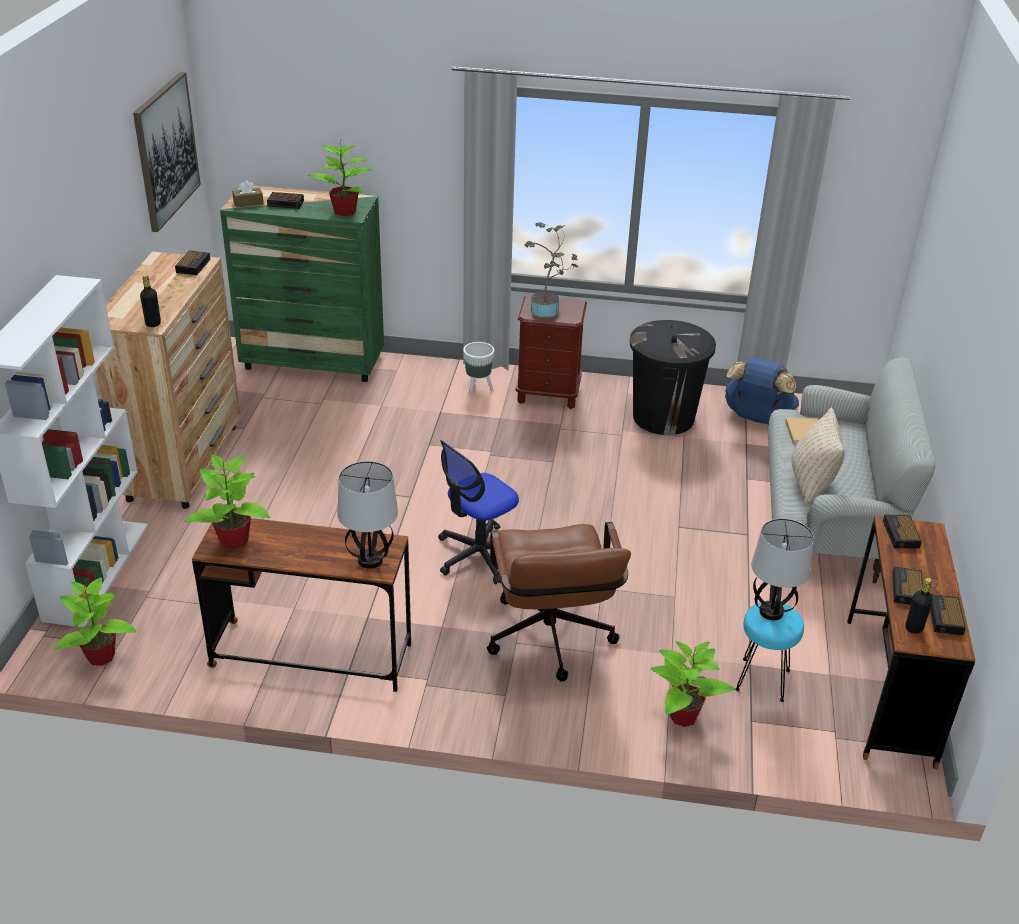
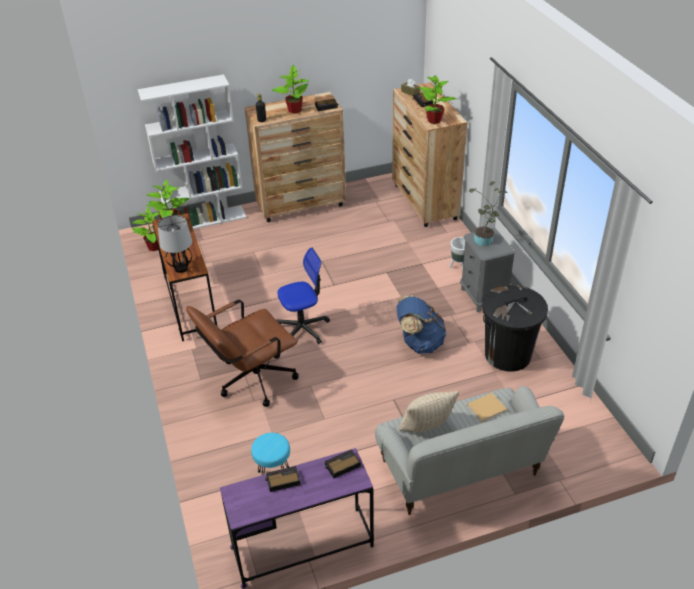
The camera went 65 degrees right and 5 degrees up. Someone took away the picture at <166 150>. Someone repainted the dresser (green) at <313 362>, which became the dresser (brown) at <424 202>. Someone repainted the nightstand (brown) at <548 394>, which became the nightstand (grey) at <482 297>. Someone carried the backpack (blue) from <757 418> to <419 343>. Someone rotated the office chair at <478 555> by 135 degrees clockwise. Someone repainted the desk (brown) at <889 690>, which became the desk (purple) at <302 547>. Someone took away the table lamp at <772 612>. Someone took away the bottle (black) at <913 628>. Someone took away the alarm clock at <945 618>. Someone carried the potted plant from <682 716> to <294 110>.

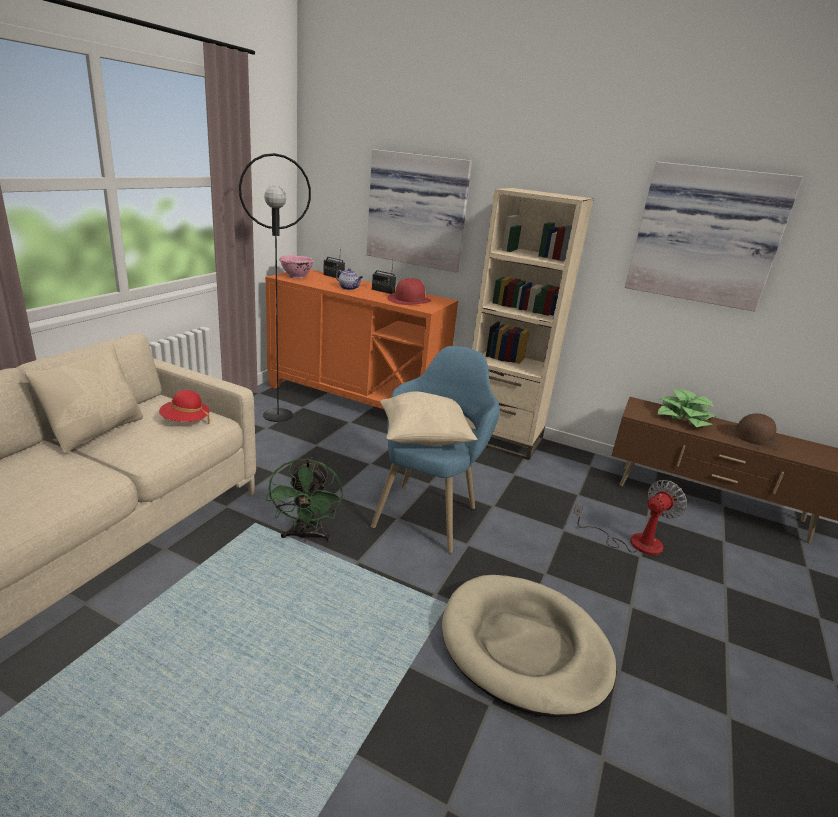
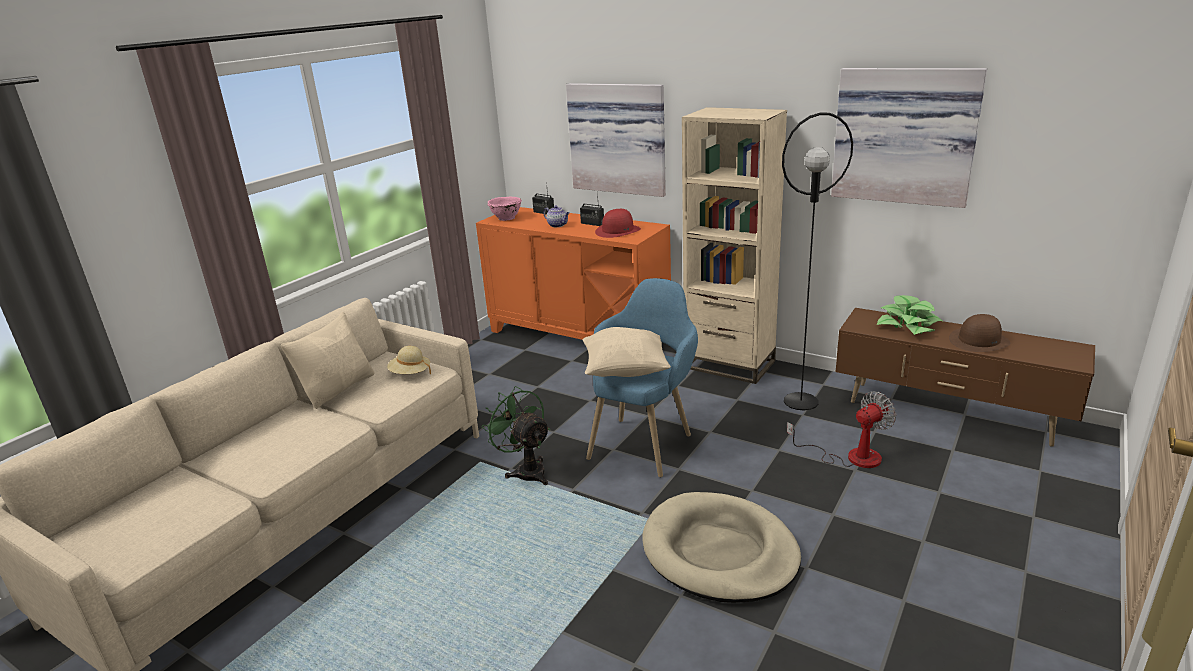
The camera went 10 degrees right and 0 degrees up. Someone carried the floor lamp (black) from <278 415> to <801 401>. Someone repainted the hat (red) at <185 421>, which became the hat (beige) at <410 374>. Someone rotated the fan (green) at <306 536> by 135 degrees clockwise.

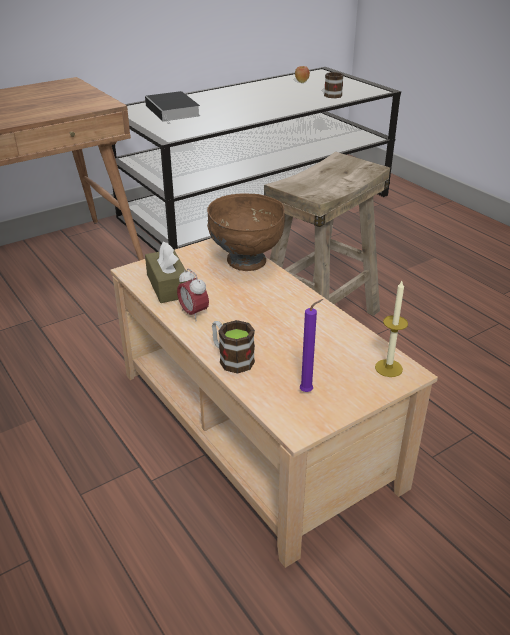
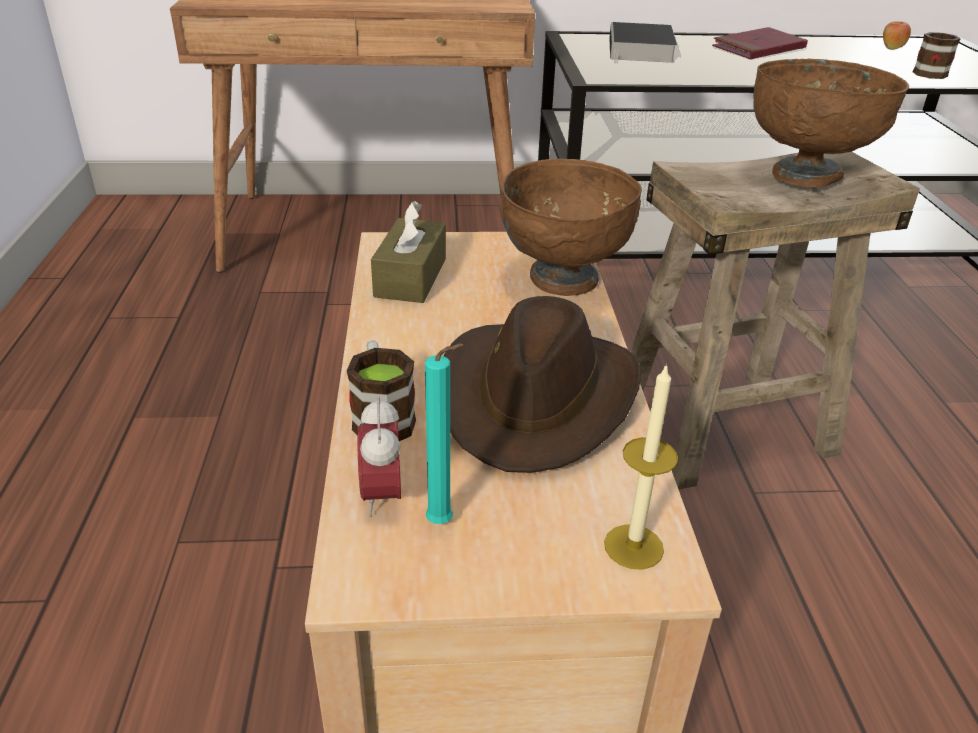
The camera went 30 degrees right and 0 degrees up. Someone carried the alarm clock from <193 313> to <382 496>. Someone repainted the candle (purple) at <308 391>, which became the candle (turquoise) at <443 524>. Someone put down the book (red) at <758 49>. Someone put down the bowl (brown) at <806 175>. Someone put down the hat (brown) at <538 397>.

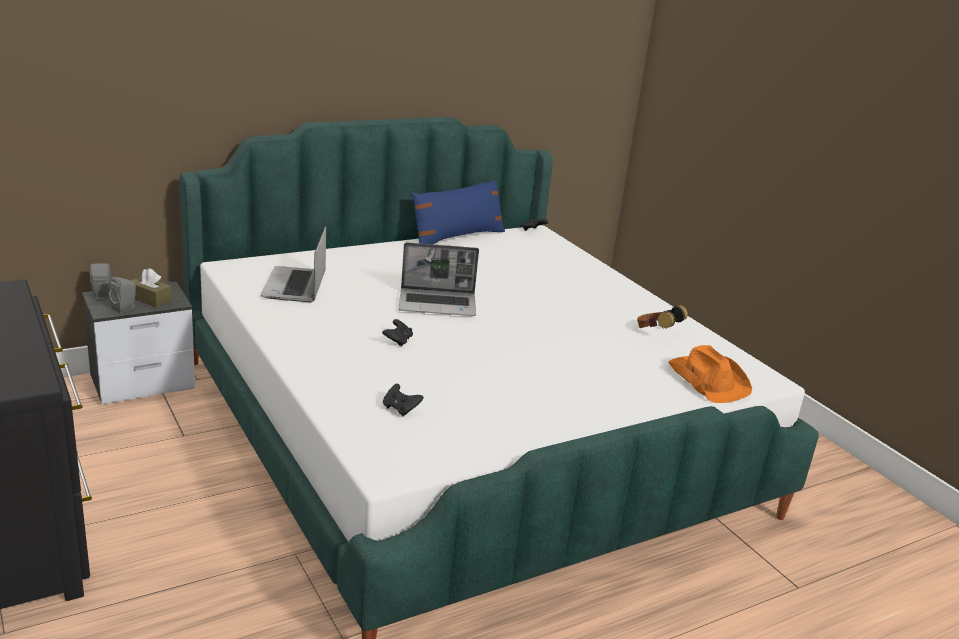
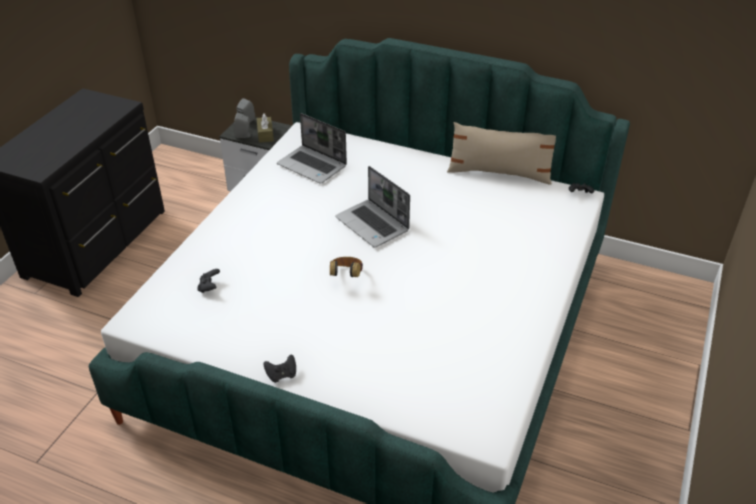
The camera went 55 degrees right and 15 degrees up. Someone repainted the pillow (blue) at <457 237>, which became the pillow (beige) at <499 173>. Someone rotated the laptop at <295 286> by 105 degrees counterclockwise. Someone carried the headphones from <656 332> to <346 276>. Someone carried the game controller (black) from <398 341> to <281 375>. Someone took away the hat (orange) at <708 380>.

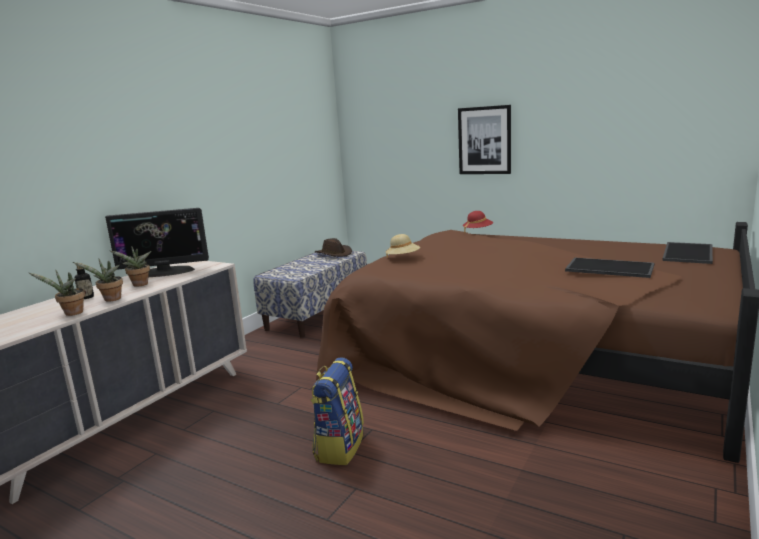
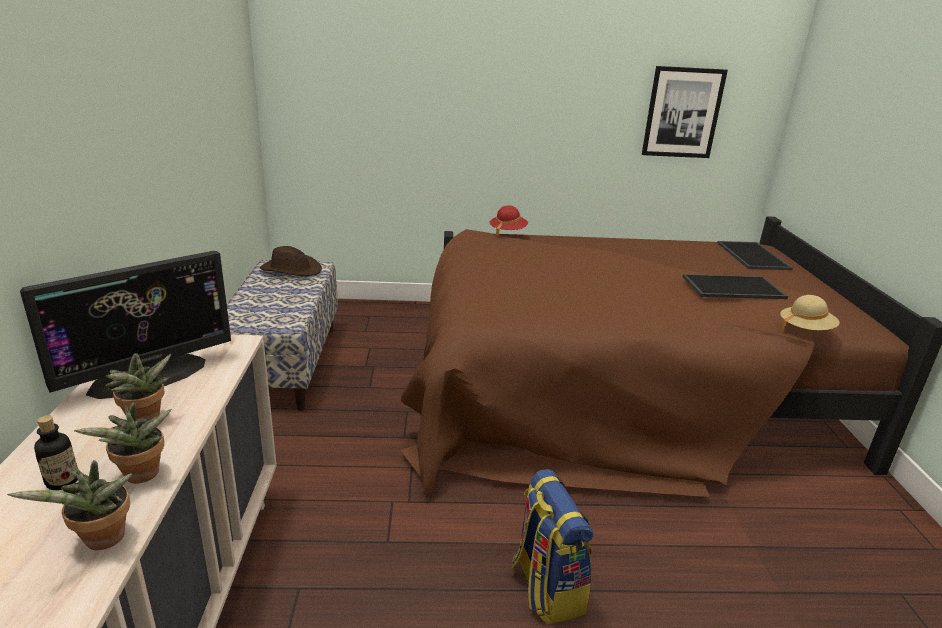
The camera went 35 degrees left and 10 degrees up. Someone carried the picture from <484 140> to <682 113>. Someone carried the hat (beige) from <403 258> to <805 329>.

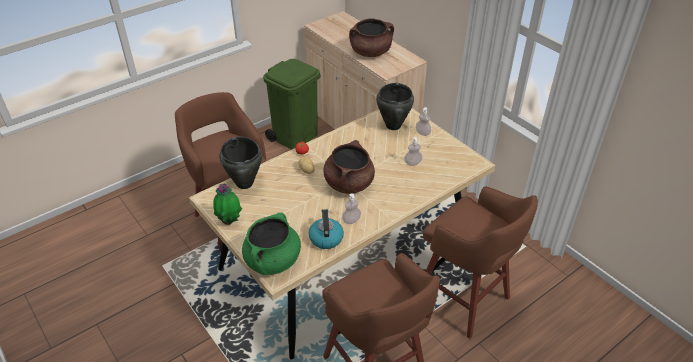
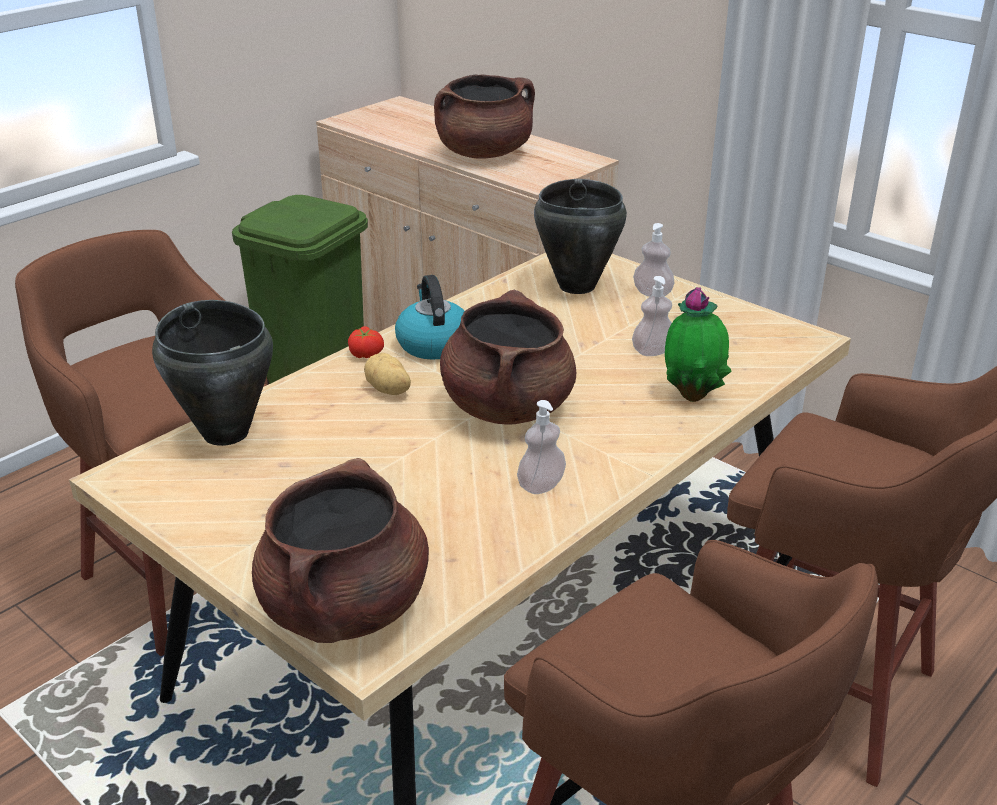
The camera went 10 degrees left and 10 degrees down. Someone carried the potted plant from <229 221> to <692 396>. Someone carried the kettle from <326 238> to <433 344>. Someone repainted the cooking pot (green) at <273 261>, which became the cooking pot (brown) at <345 609>.

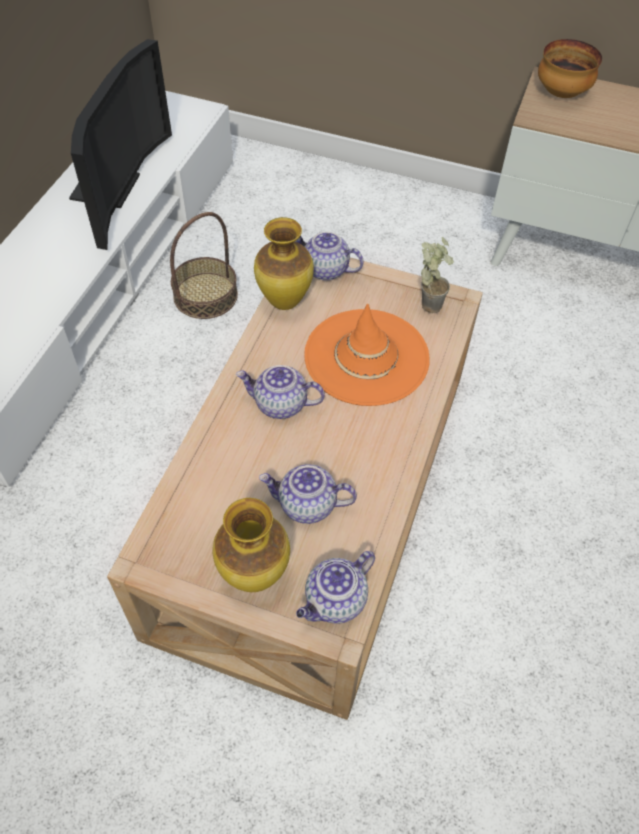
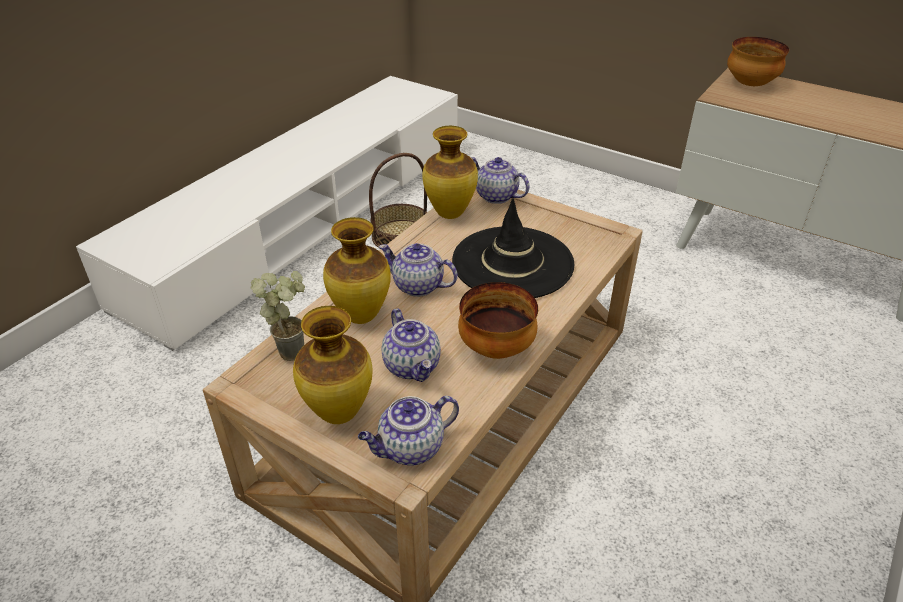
The camera went 15 degrees right and 15 degrees down. Someone took away the television at <115 189>. Someone carried the potted plant from <429 301> to <293 348>. Someone repainted the hat (orange) at <366 357>, which became the hat (black) at <512 263>. Someone rotated the teapot at <306 505> by 135 degrees counterclockwise. Someone put down the vase at <360 317>. Someone put down the bowl at <497 349>.

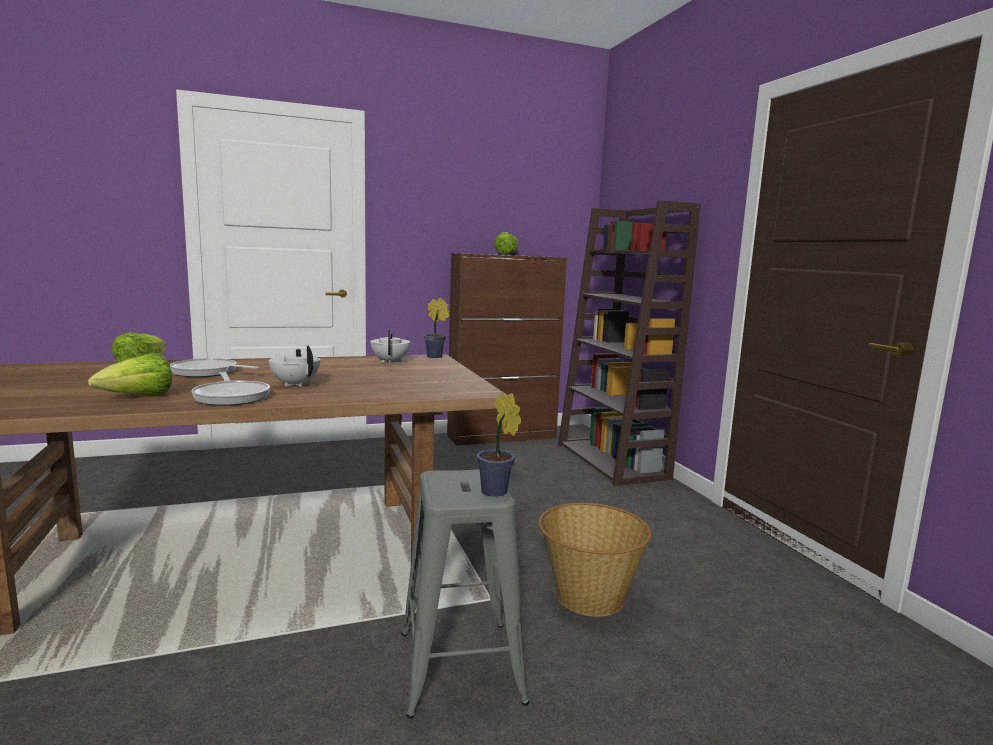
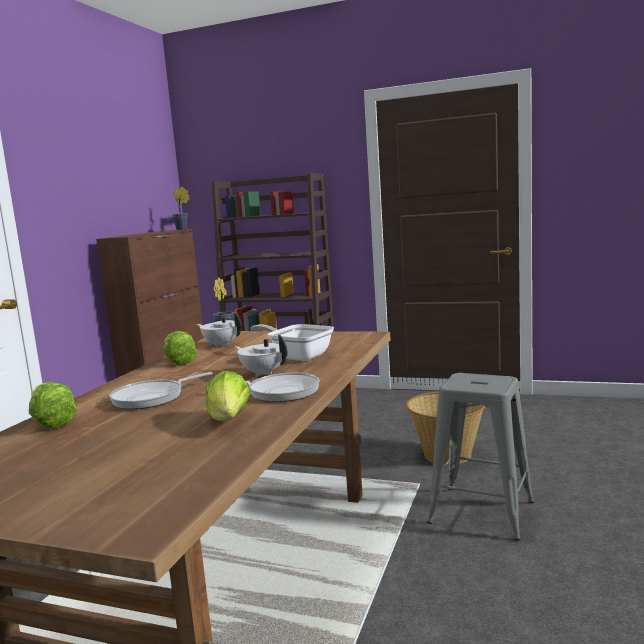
The camera went 50 degrees left and 0 degrees up. Someone carried the lettuce from <507 254> to <178 361>. Someone rotated the teapot (white) at <295 384> by 45 degrees clockwise. Someone carried the potted plant from <496 493> to <183 229>. Someone put down the frying pan at <297 356>.

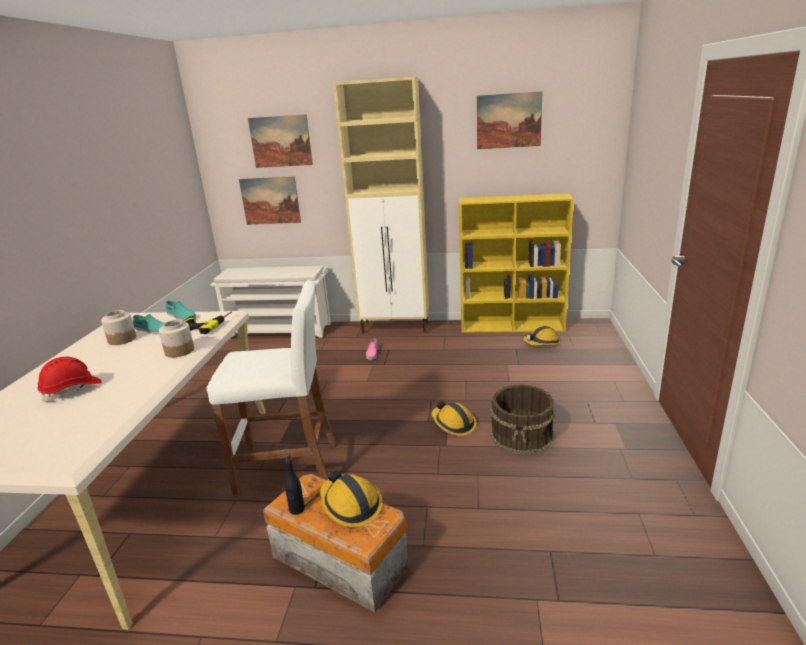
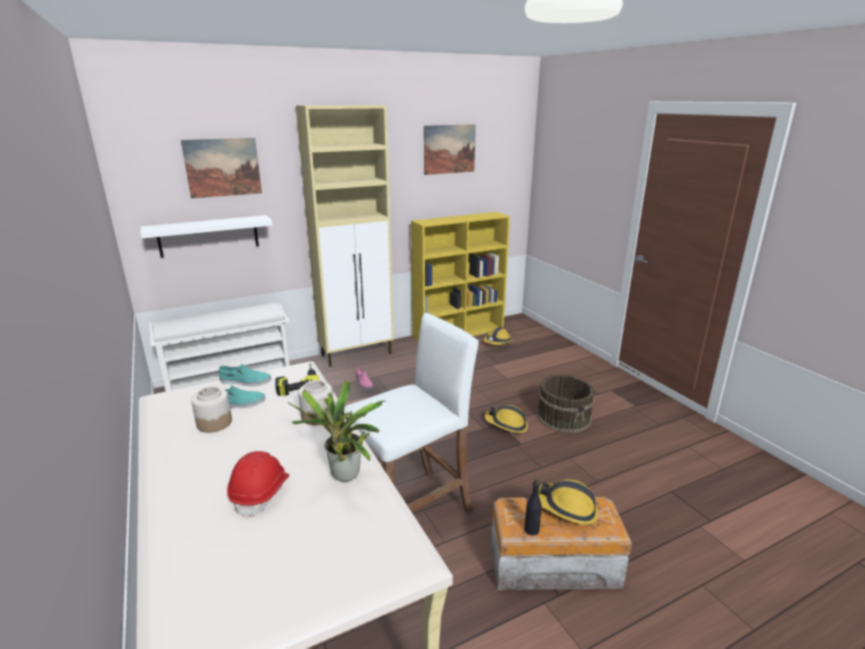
The camera went 35 degrees left and 0 degrees up. Someone swapped the picture at <270 200> for the shelf (white) at <209 236>. Someone put down the potted plant at <345 477>.

